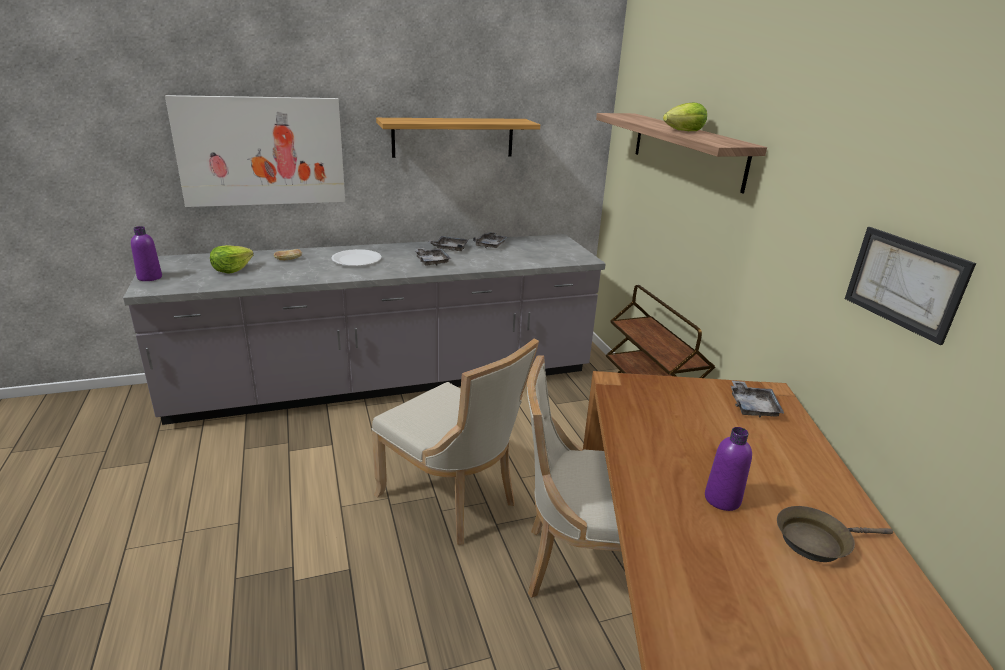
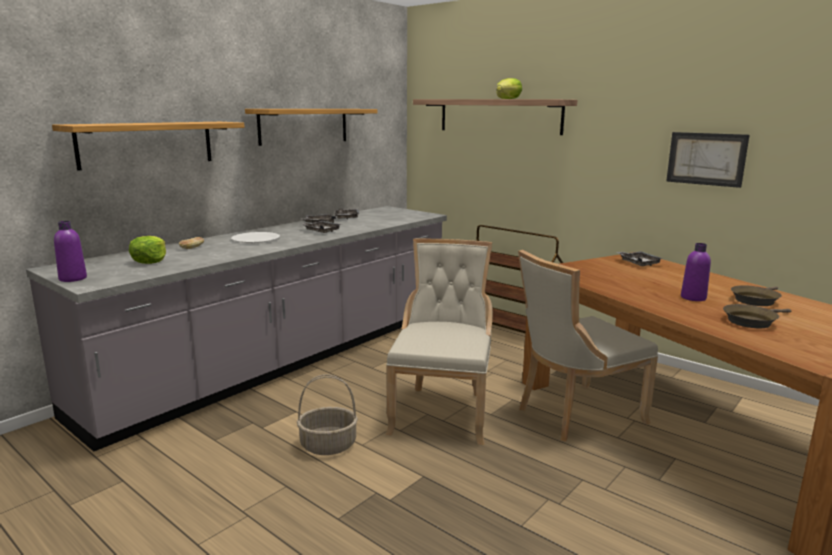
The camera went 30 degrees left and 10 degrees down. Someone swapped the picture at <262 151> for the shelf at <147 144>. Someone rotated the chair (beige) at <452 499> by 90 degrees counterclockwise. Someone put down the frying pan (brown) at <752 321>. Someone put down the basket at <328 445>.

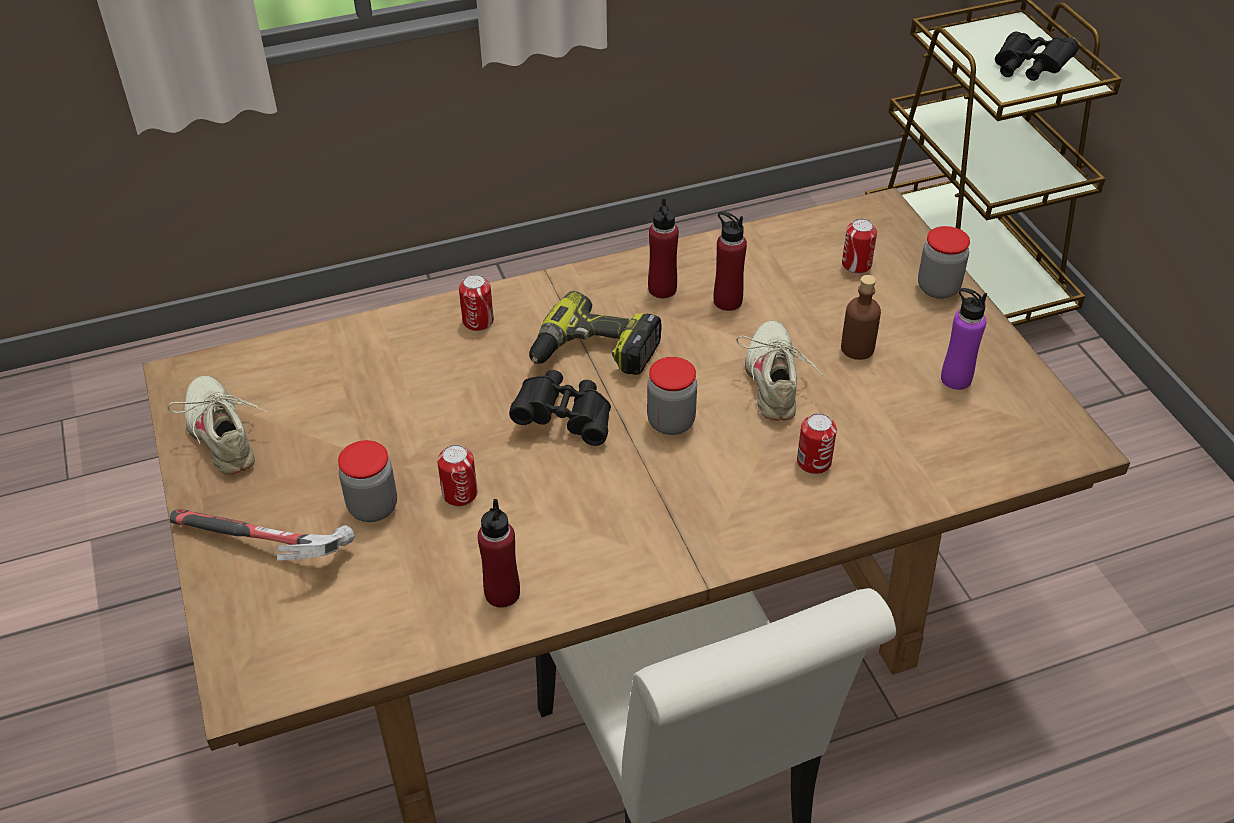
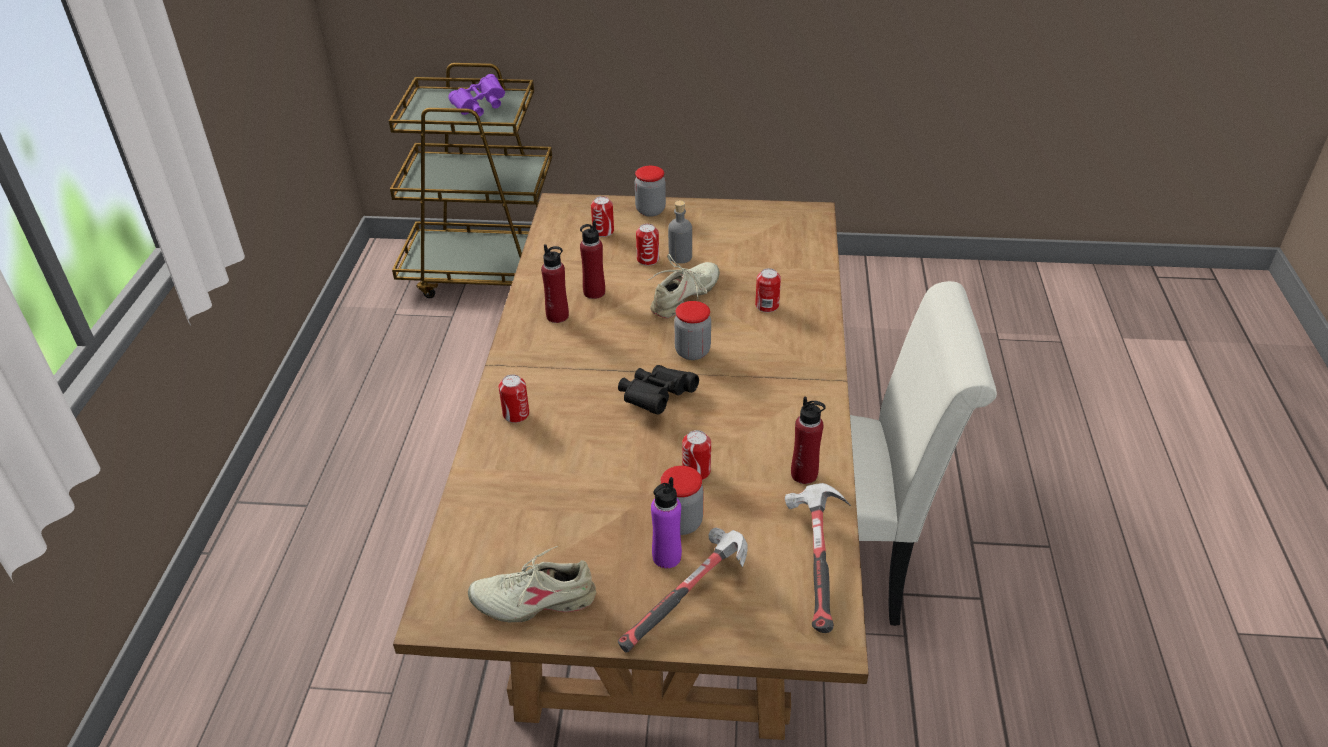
The camera went 65 degrees left and 5 degrees down. Someone repainted the binoculars (black) at <1028 69>, which became the binoculars (purple) at <480 107>. Someone repainted the bottle (brown) at <857 348>, which became the bottle (grey) at <680 257>. Someone carried the bottle (purple) from <955 379> to <666 557>. Someone took away the power drill at <594 353>. Someone rotated the shoe (beige) at <774 380> by 105 degrees clockwise. Someone put down the can at <648 259>. Someone put down the hammer at <817 563>.

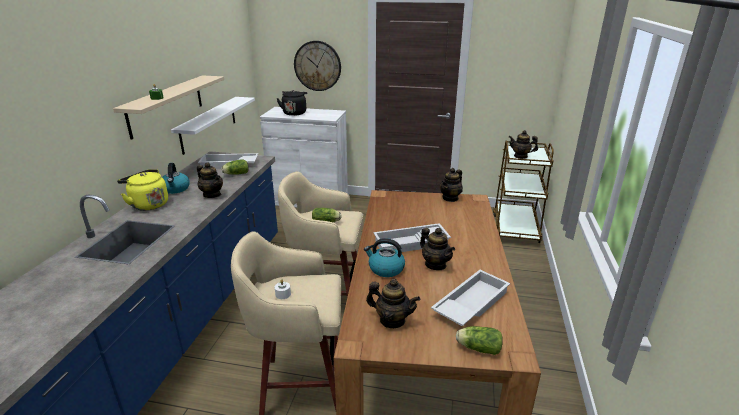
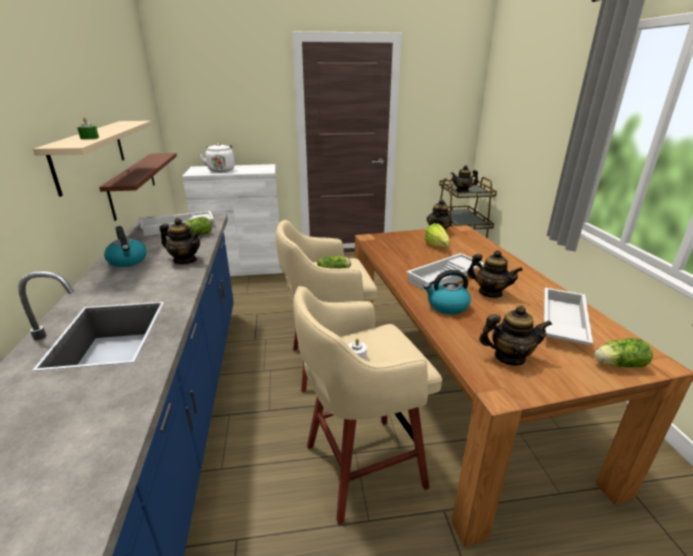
The camera went 20 degrees left and 0 degrees up. Someone took away the wall clock at <317 66>. Someone repainted the kettle (black) at <294 113>, which became the kettle (white) at <221 170>. Someone repainted the shelf (white) at <209 124>, which became the shelf (brown) at <133 184>. Someone took away the kettle (yellow) at <148 204>. Someone put down the lettuce at <437 247>.

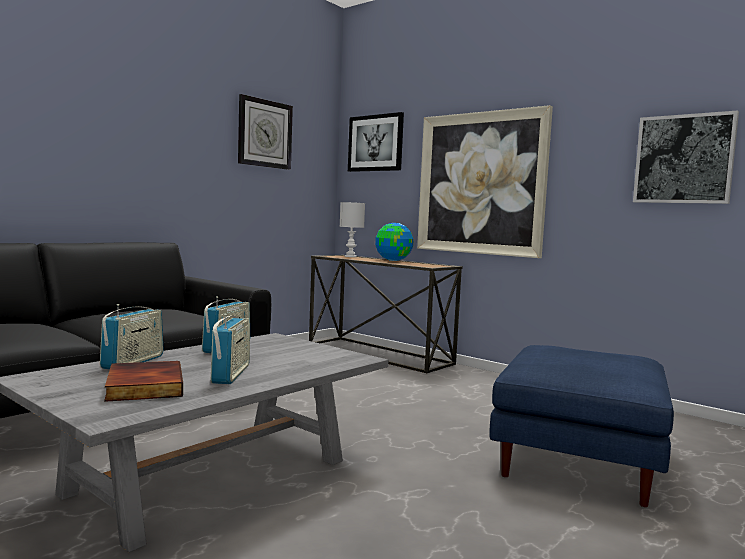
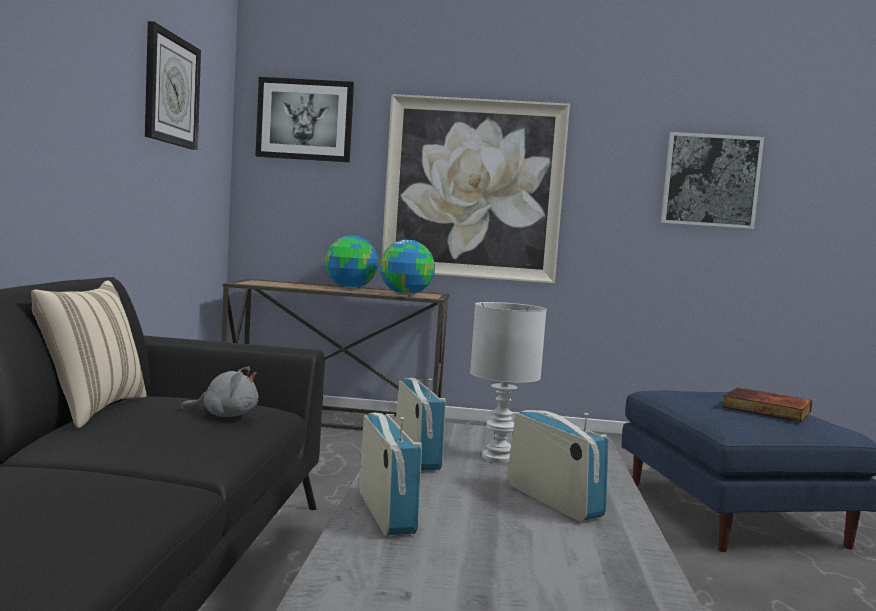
The camera went 35 degrees left and 0 degrees up. Someone carried the table lamp (white) from <350 256> to <499 458>. Someone carried the book from <143 386> to <765 409>. Someone put down the globe at <405 294>. Someone put down the pillow (beige) at <90 409>. Someone put down the plush toy (grey) at <225 415>.

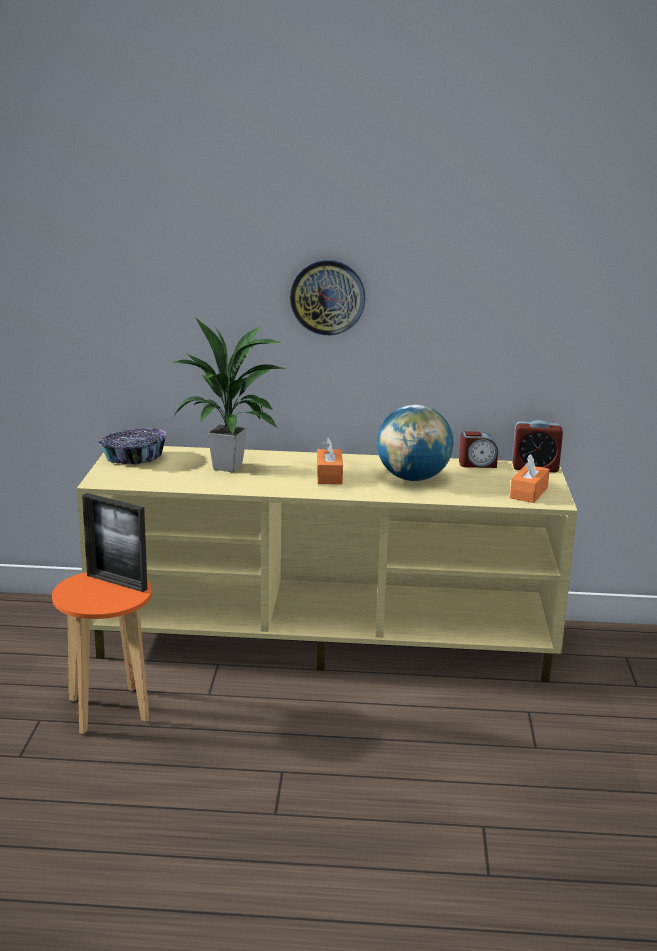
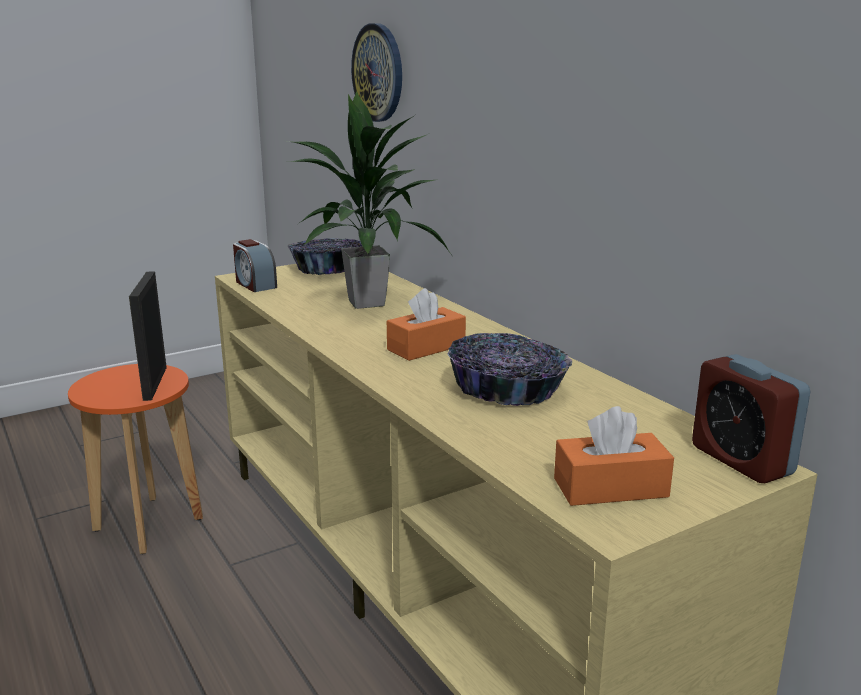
The camera went 55 degrees right and 0 degrees up. Someone carried the wall clock from <327 297> to <378 73>. Someone swapped the globe at <413 478> for the bowl at <506 390>. Someone carried the alarm clock from <477 464> to <255 284>.

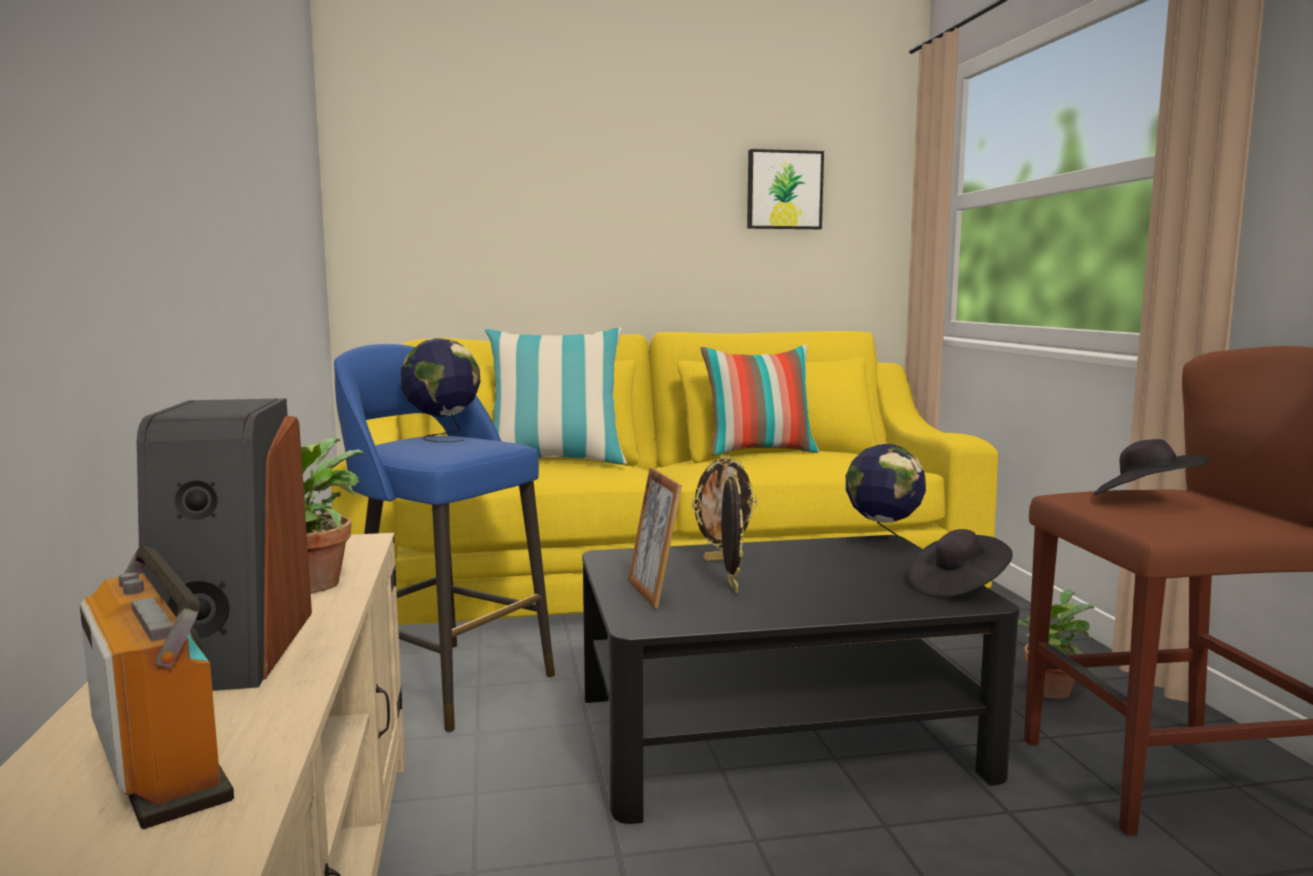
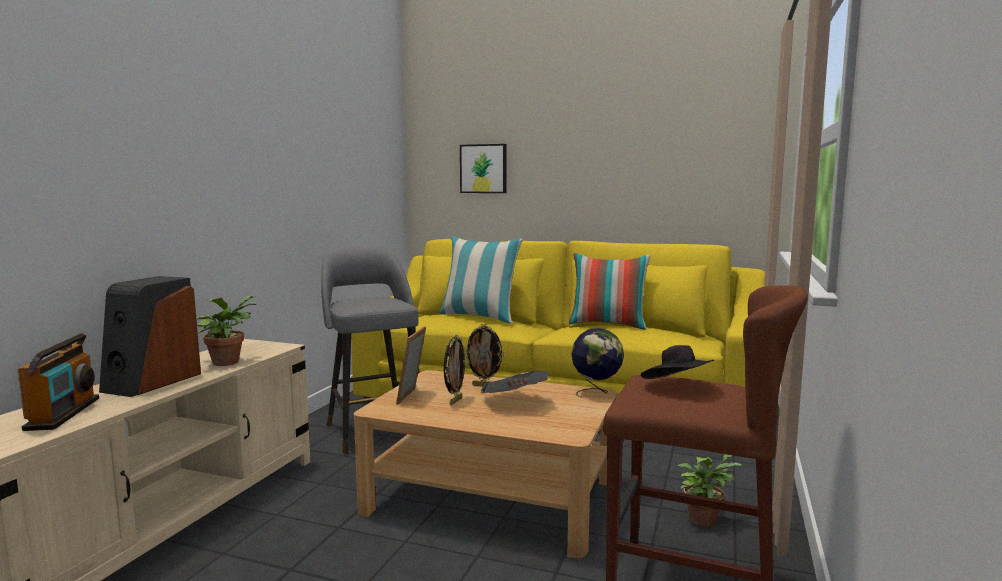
The camera went 30 degrees right and 0 degrees up. Someone carried the picture from <784 190> to <483 168>. Someone took away the globe at <443 437>. Someone repainted the stool (blue) at <447 682>, which became the stool (grey) at <374 430>. Someone took away the hat (black) at <958 587>. Someone repainted the coffee table (black) at <777 733>, which became the coffee table (beige) at <492 496>. Someone put down the newspaper at <514 401>.

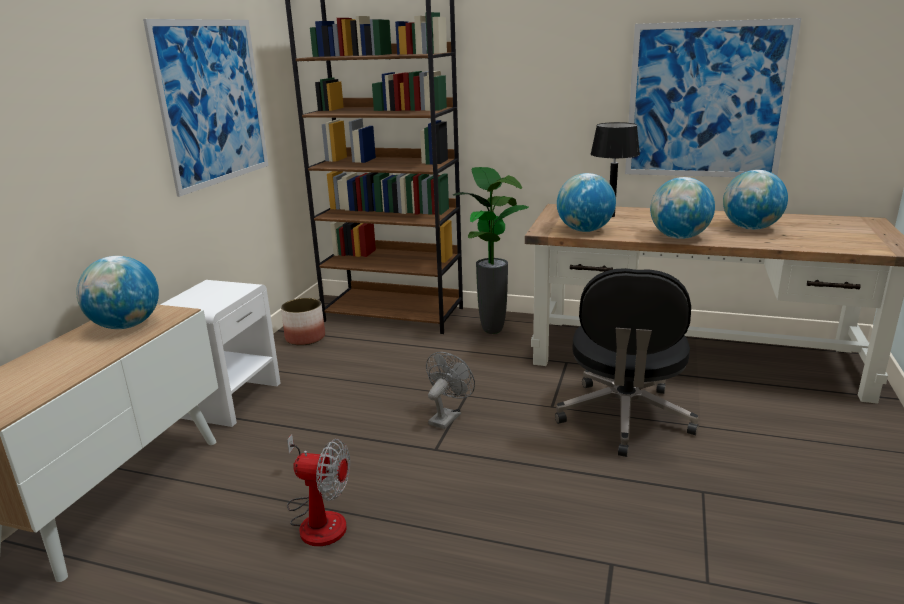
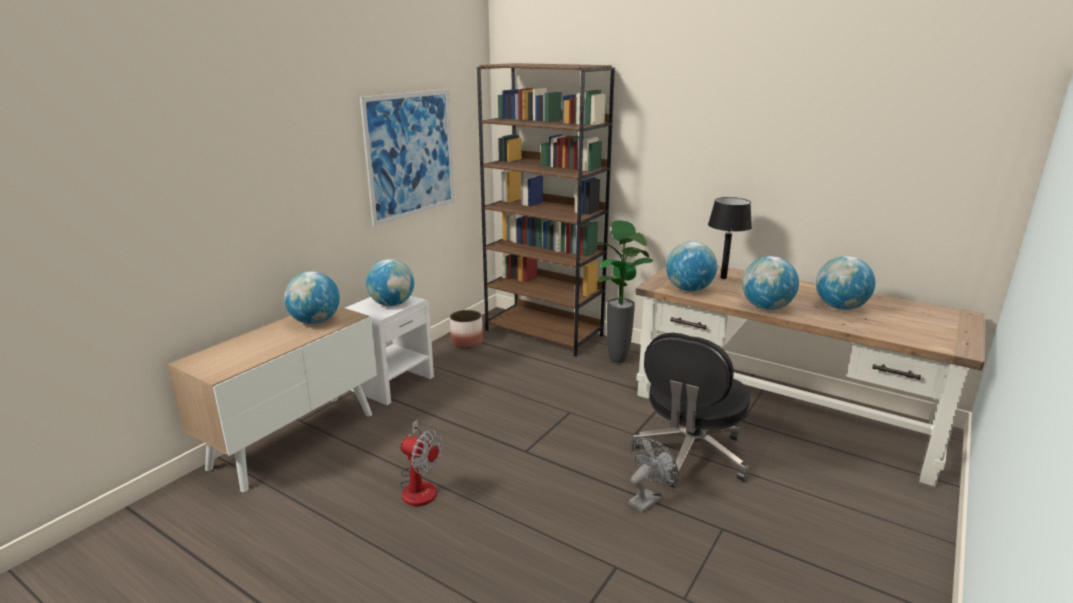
The camera went 15 degrees right and 0 degrees up. Someone took away the picture at <706 101>. Someone carried the fan (grey) from <447 417> to <648 499>. Someone put down the globe at <392 304>.

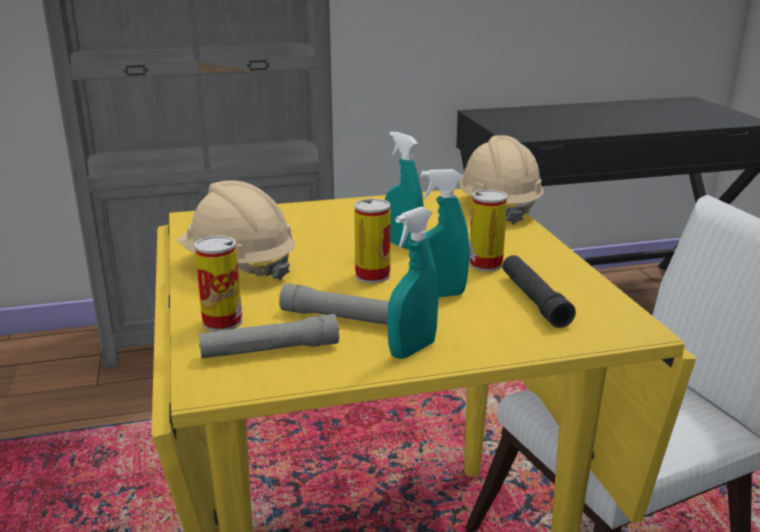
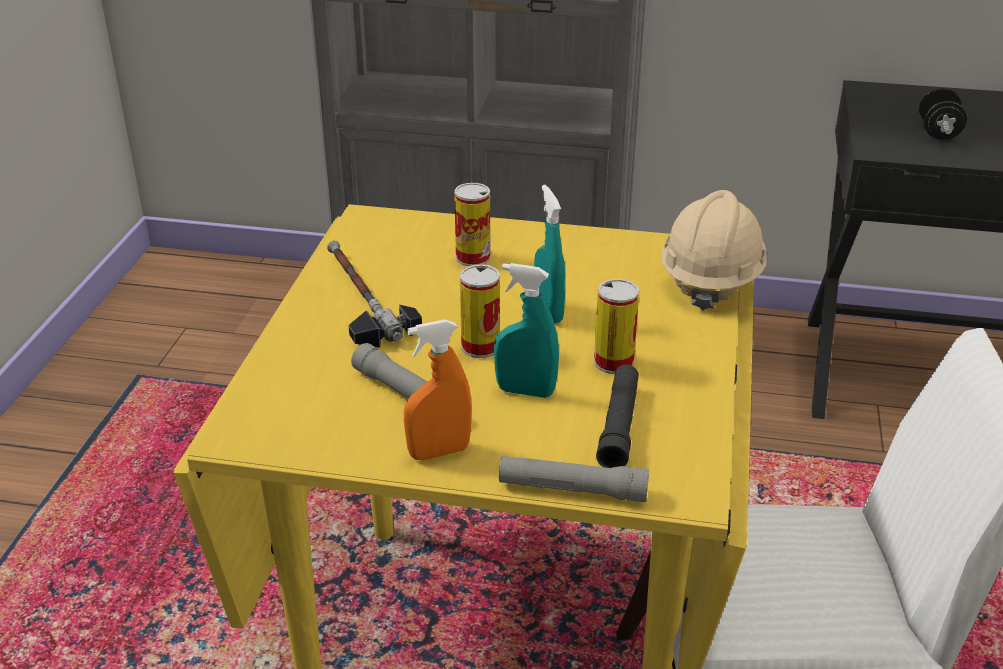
The camera went 25 degrees right and 10 degrees up. Someone swapped the hard hat (beige) at <238 266> for the hammer at <361 299>. Someone repainted the spray bottle (turquoise) at <412 349>, which became the spray bottle (orange) at <439 452>. Someone carried the can from <222 322> to <473 258>. Someone carried the flashlight (grey) from <269 350> to <572 489>. Someone put down the dumbbell (black) at <938 132>.

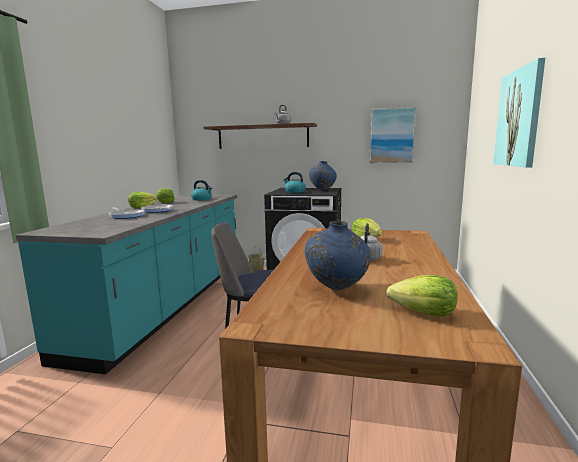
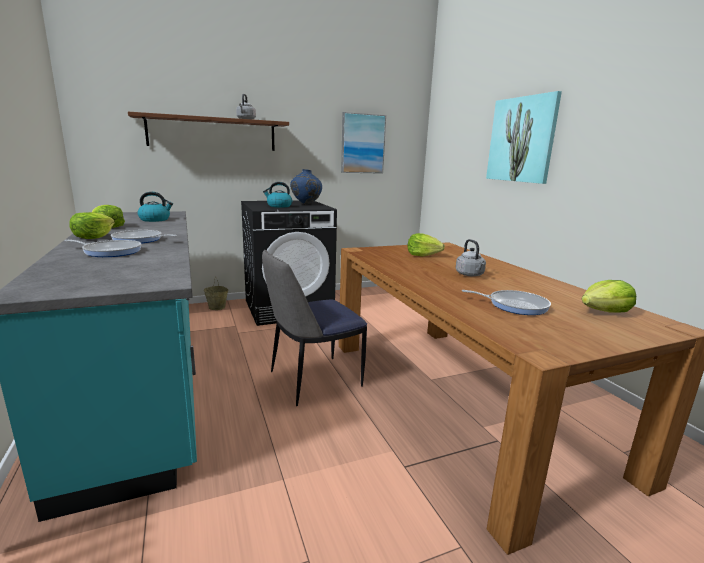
The camera went 35 degrees left and 5 degrees up. Someone swapped the vase (blue) at <337 289> for the frying pan at <514 305>.

